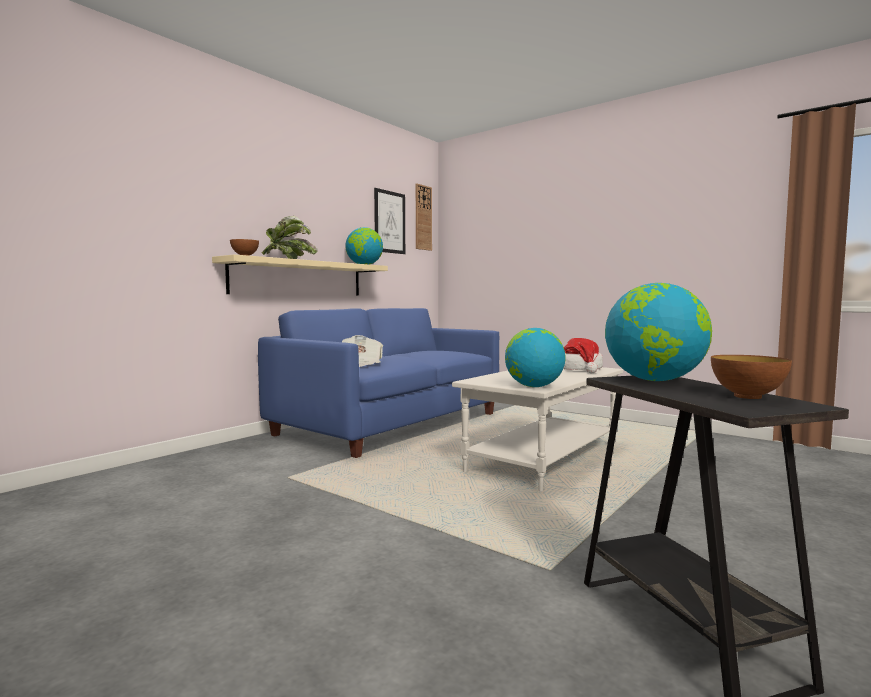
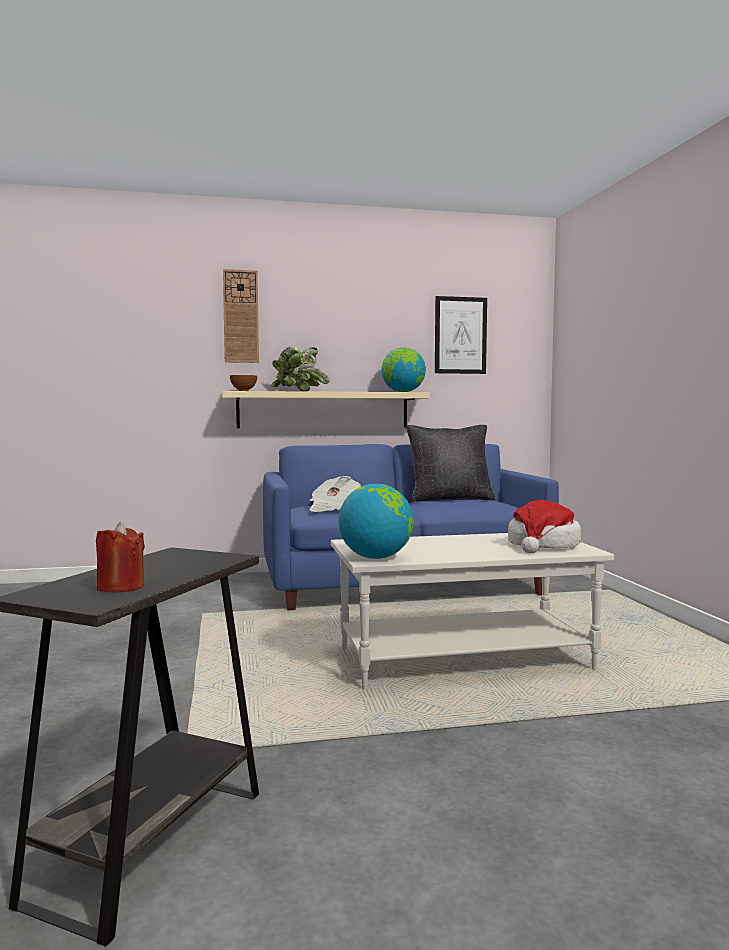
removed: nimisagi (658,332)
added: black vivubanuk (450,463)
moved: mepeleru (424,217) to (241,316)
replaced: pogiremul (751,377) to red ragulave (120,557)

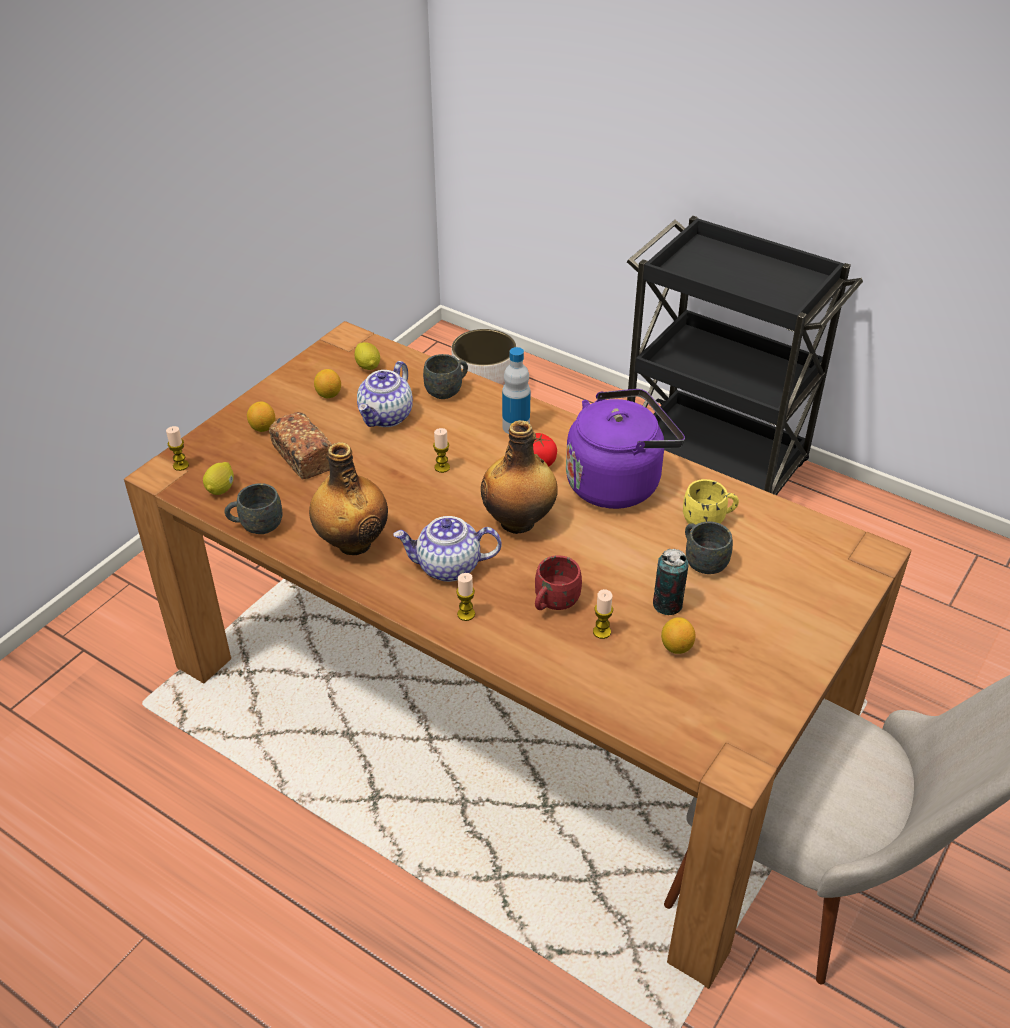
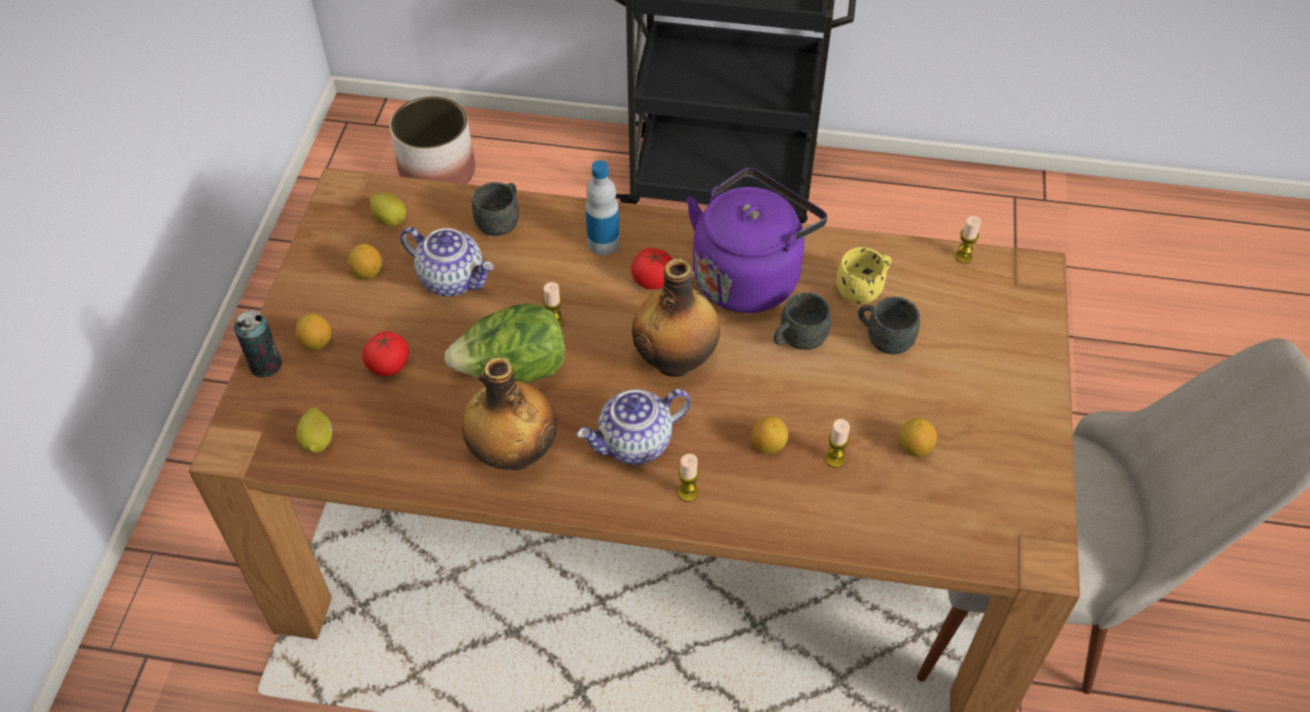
added: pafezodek (504,343)
moved: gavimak (671,582) to (258,344); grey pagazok (254,508) to (802,321); ragulave (177,448) to (968,240)
replaced: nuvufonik (300,445) to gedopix (385,353); red pagazok (558,582) to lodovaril (769,435)
turned: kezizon (385,394) = (447,261) 60 degrees counterclockwise

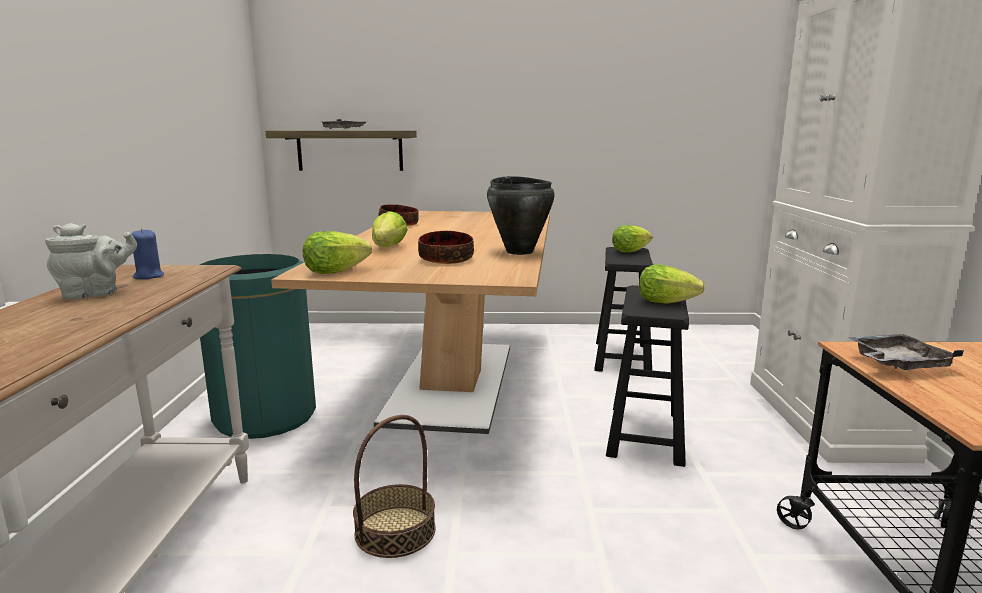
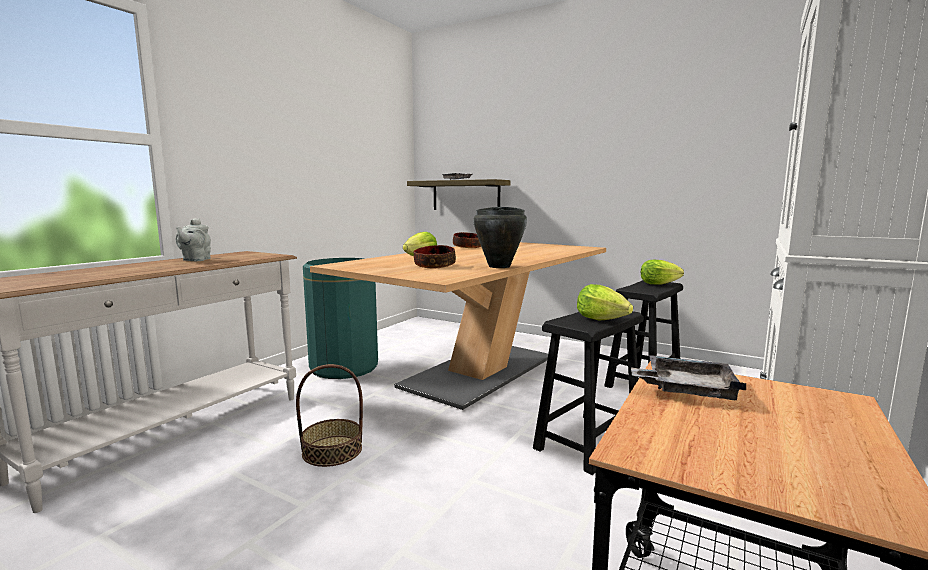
removed: blue ragulave (147,253); pafezodek (337,252)
turned: grey kezizon (91,261) = (193,239) 90 degrees clockwise

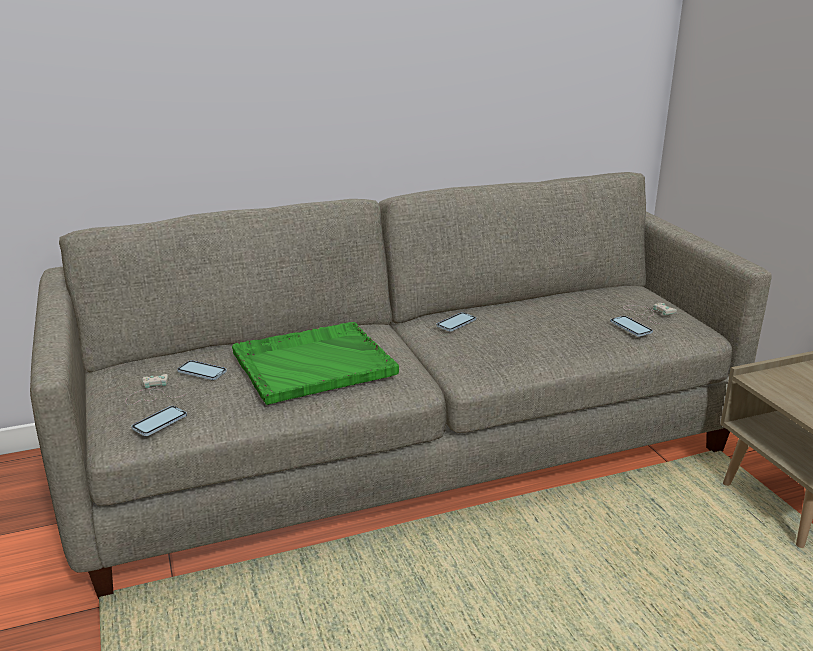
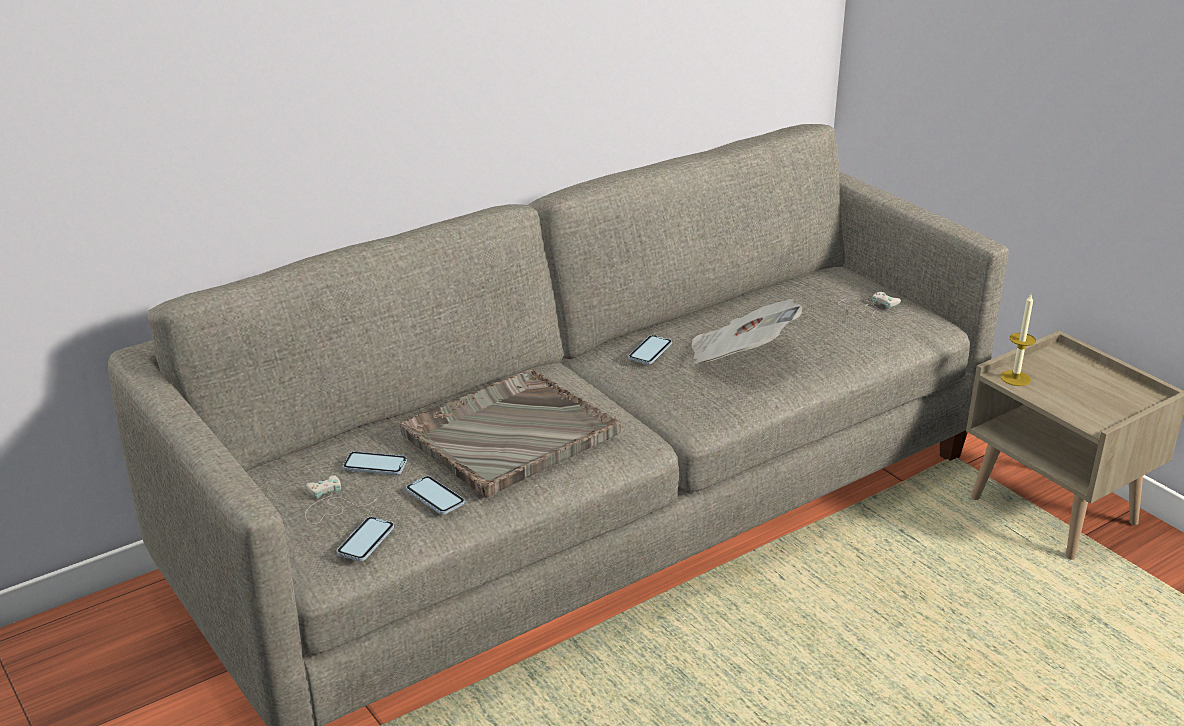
added: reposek (747,332); ragulave (1018,340)
moved: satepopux (631,326) to (435,495)
recoloured: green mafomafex (315,363) to grey mafomafex (510,433)

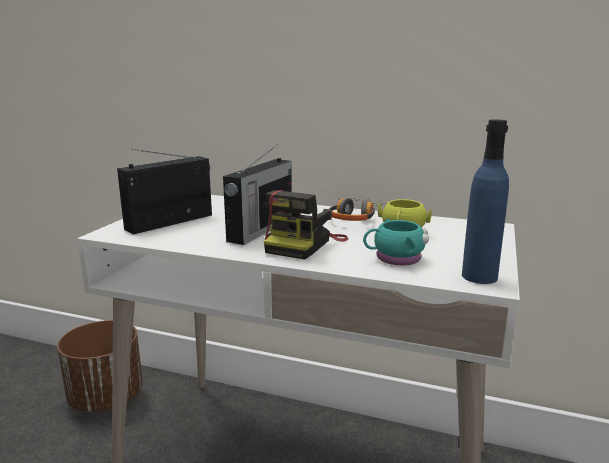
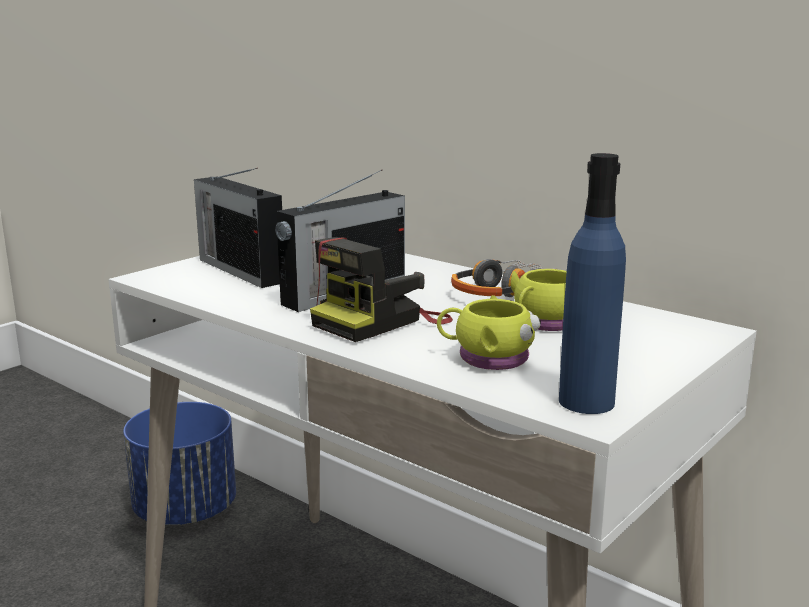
recoloured: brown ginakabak (100,366) to blue ginakabak (179,463); turquoise pagazok (396,242) to yellow pagazok (489,332)
turned: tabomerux (164,191) = (238,228) 105 degrees counterclockwise

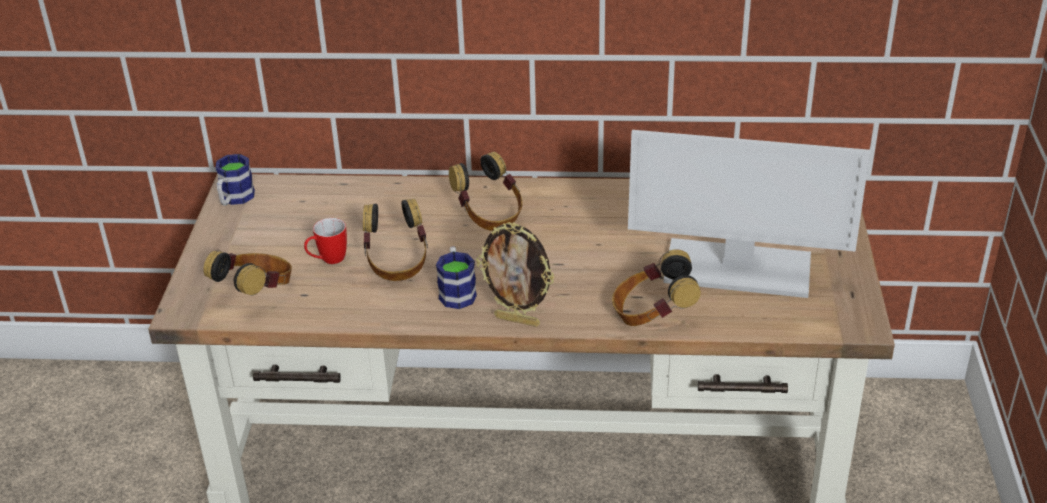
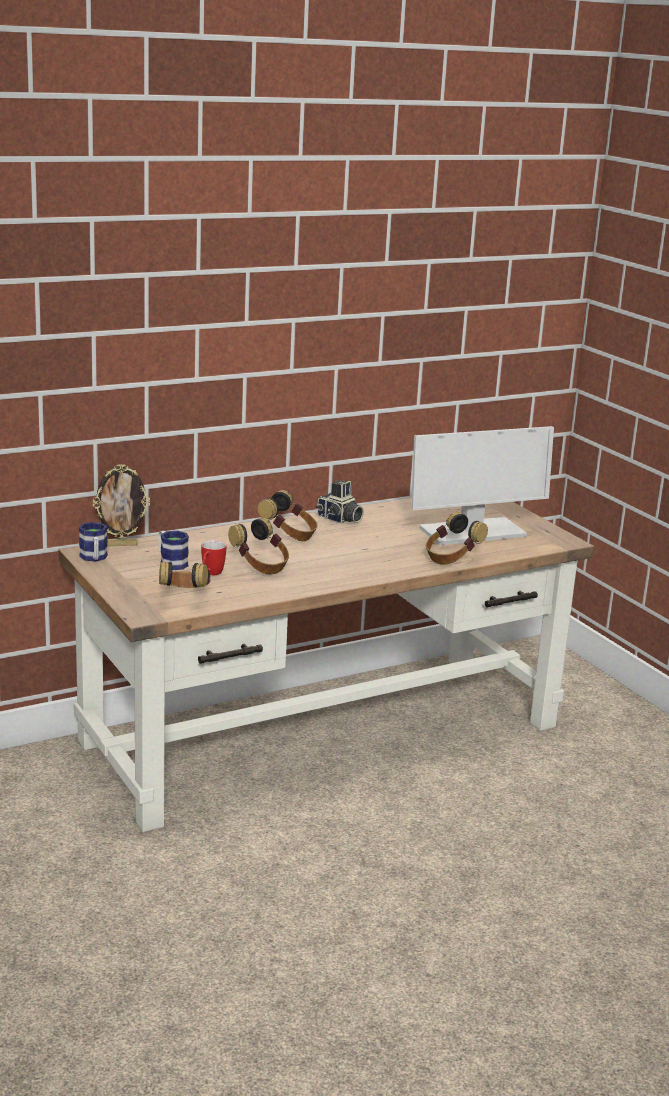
added: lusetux (340,502)
moved: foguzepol (515,274) to (121,505); pagazok (456,277) to (173,550)

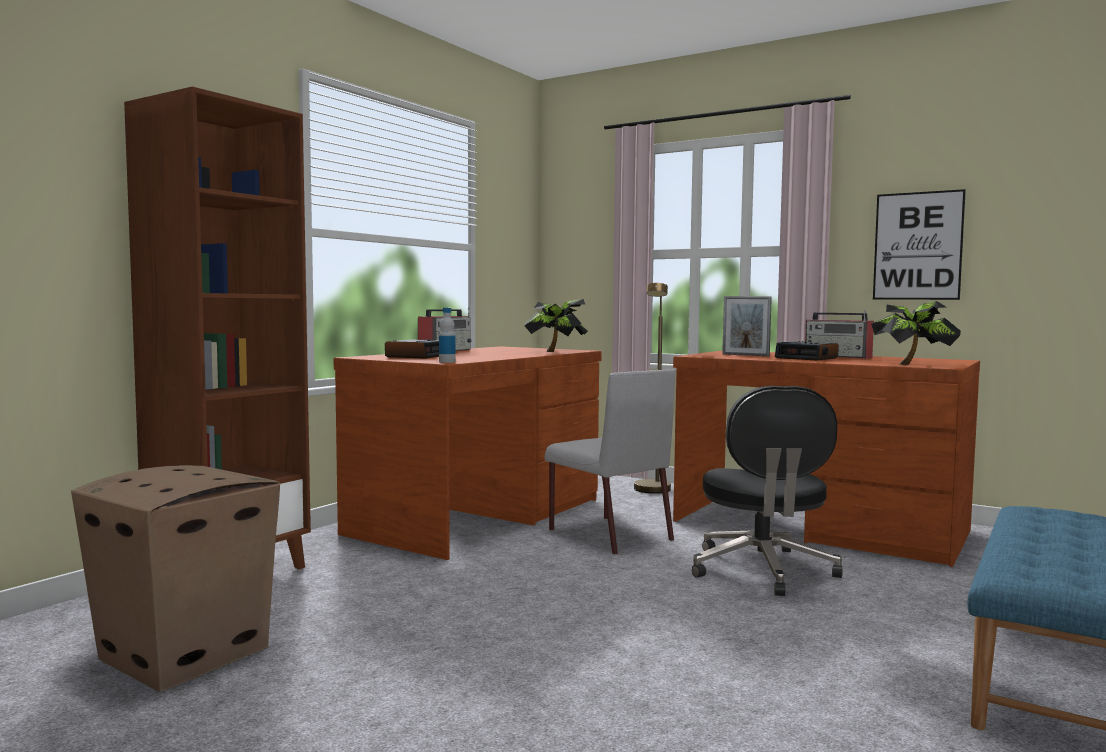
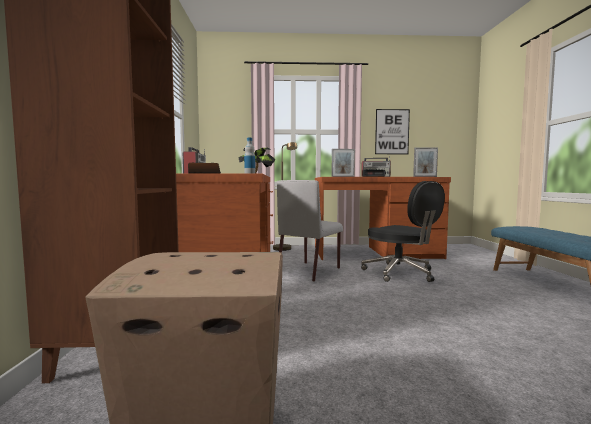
replaced: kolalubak (916,333) to foguzepol (425,162)
turned: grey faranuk (610,462) = (310,231) 105 degrees clockwise

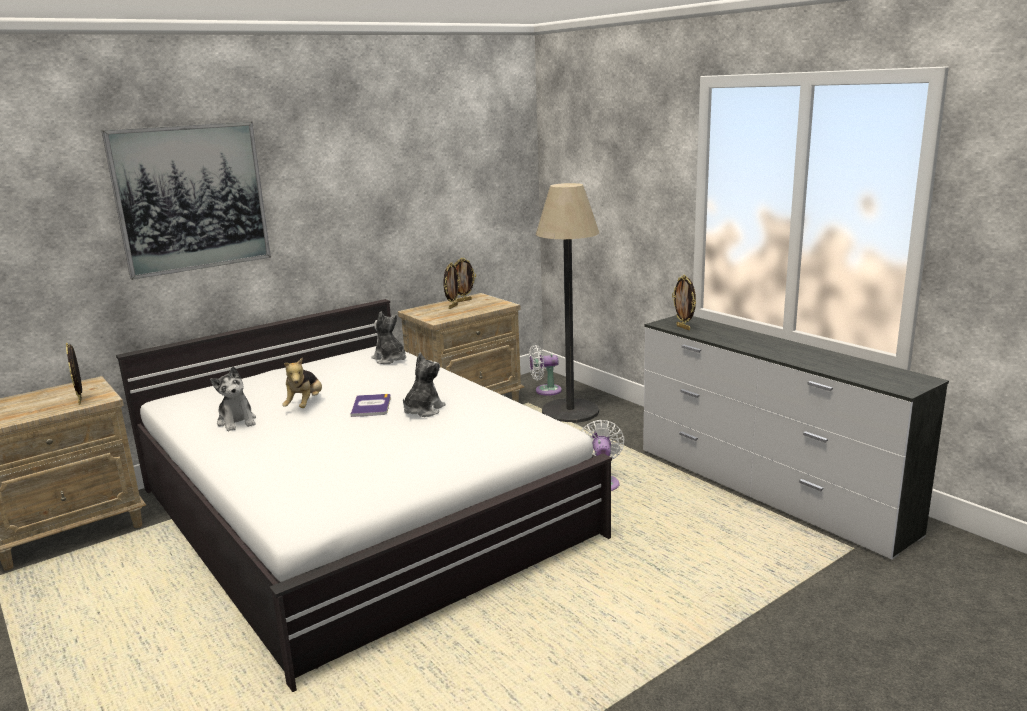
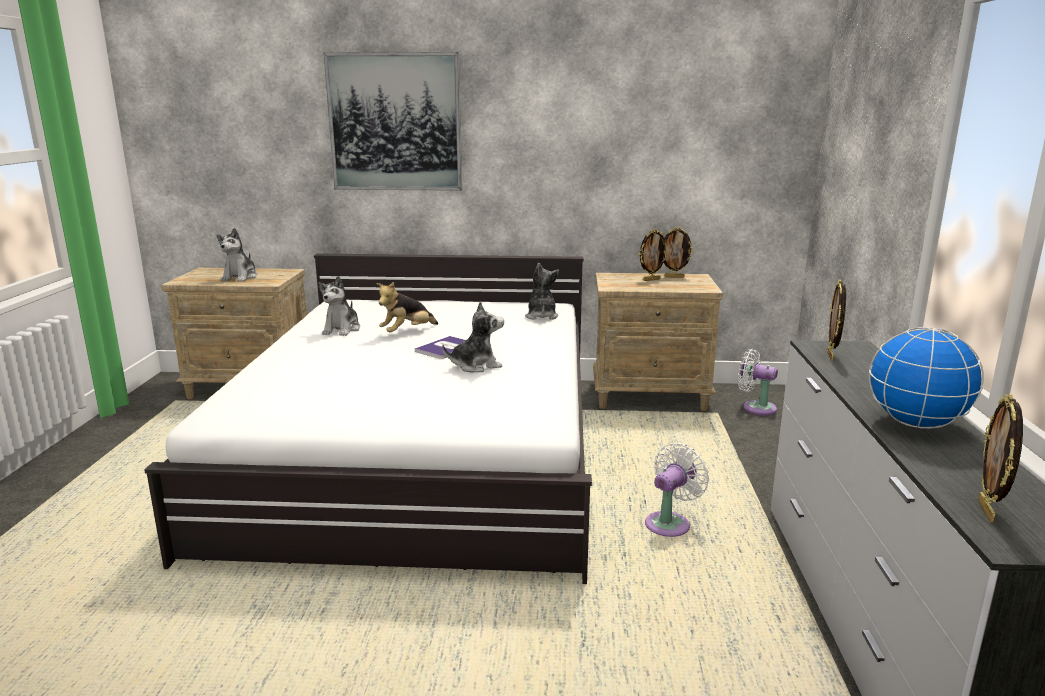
removed: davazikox (567,303)
added: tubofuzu (237,255); nimisagi (926,378)
moved: foguzepol (74,374) to (1000,457)

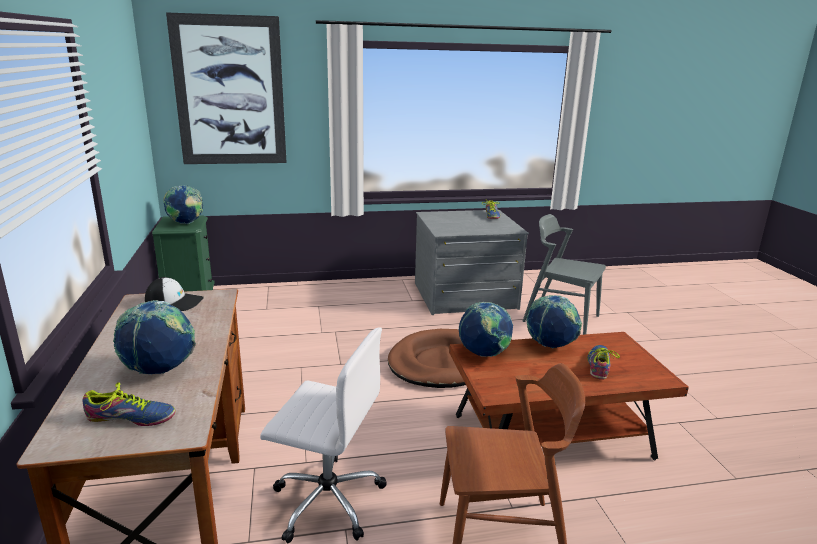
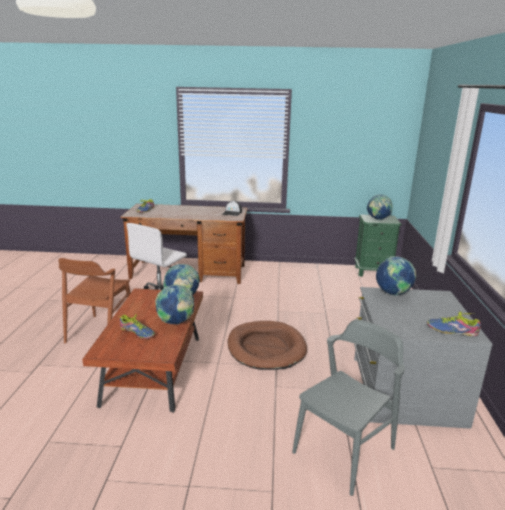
removed: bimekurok (226,88)
moved: nimisagi (154,337) to (396,276)

